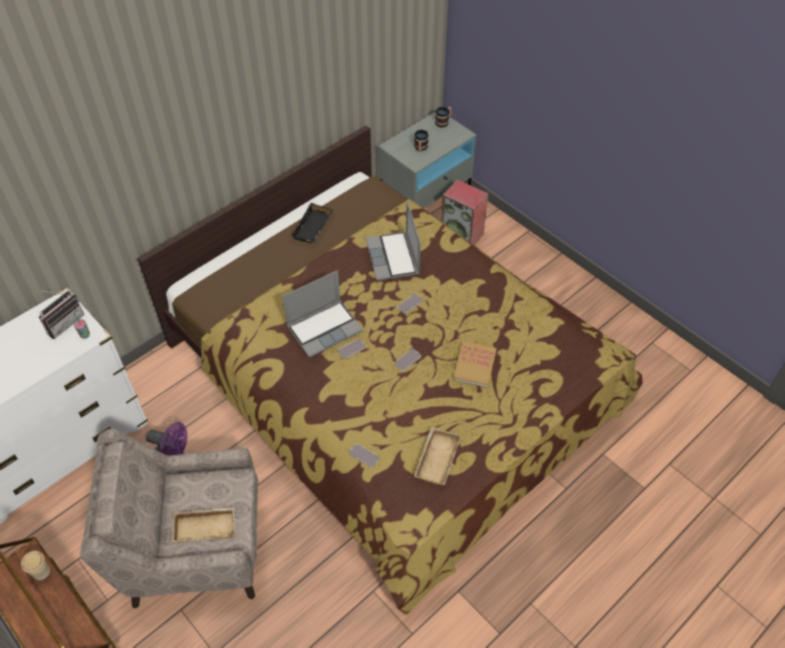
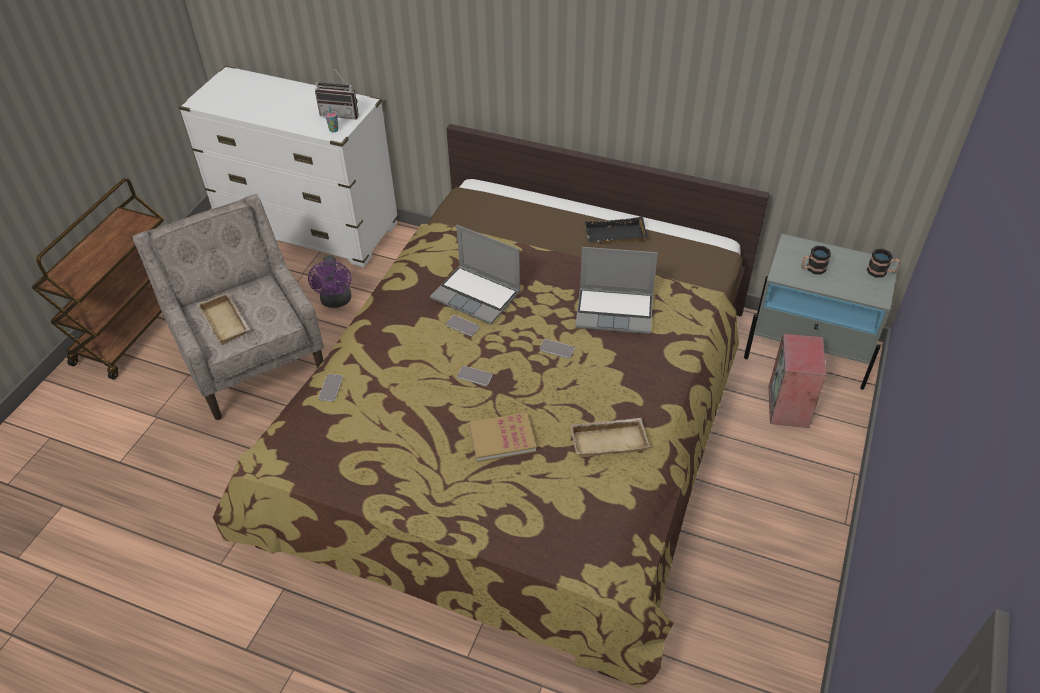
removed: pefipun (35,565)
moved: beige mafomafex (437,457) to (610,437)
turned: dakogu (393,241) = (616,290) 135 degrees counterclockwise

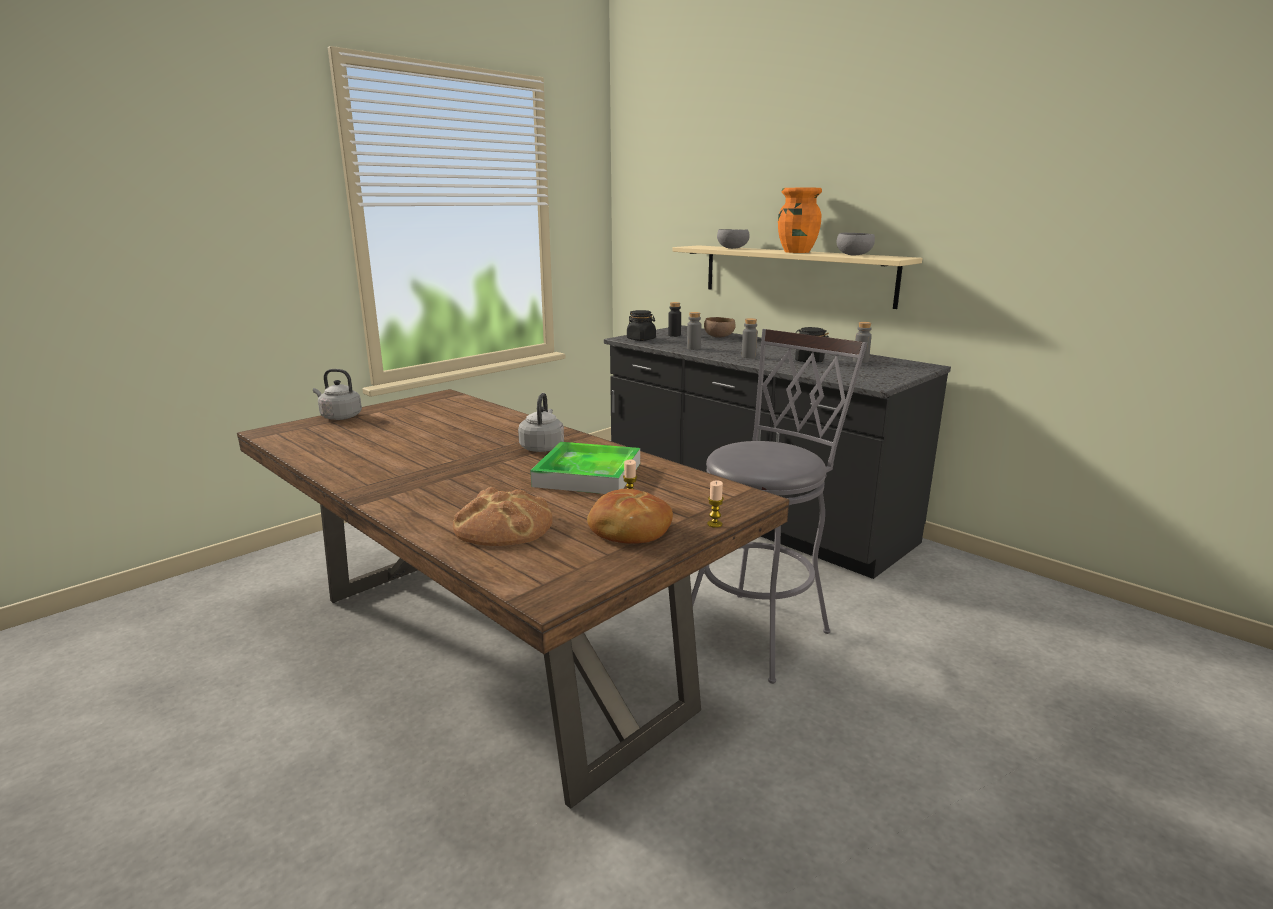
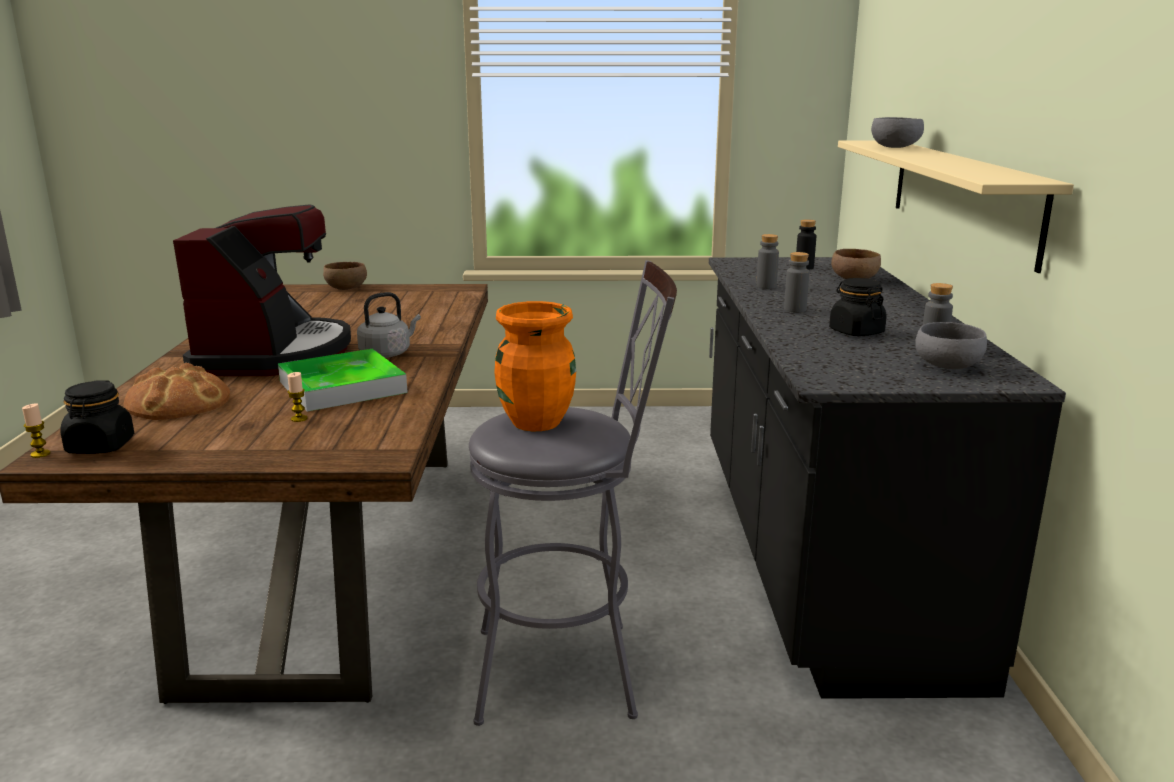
removed: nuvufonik (630,516)
added: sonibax (262,290)
moved: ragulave (715,504) to (36,430); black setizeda (641,325) to (97,417); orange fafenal (800,220) to (535,366); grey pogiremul (855,244) to (951,345)
replaced: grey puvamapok (337,394) to brown pogiremul (345,276)

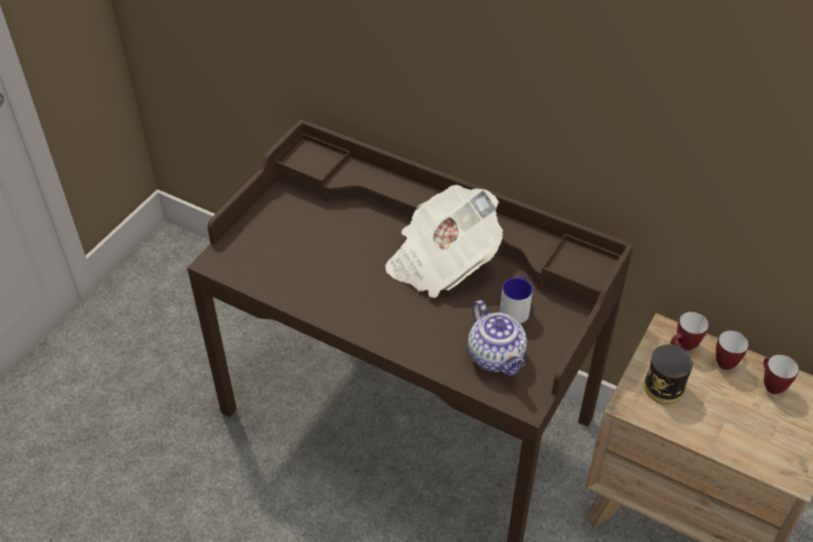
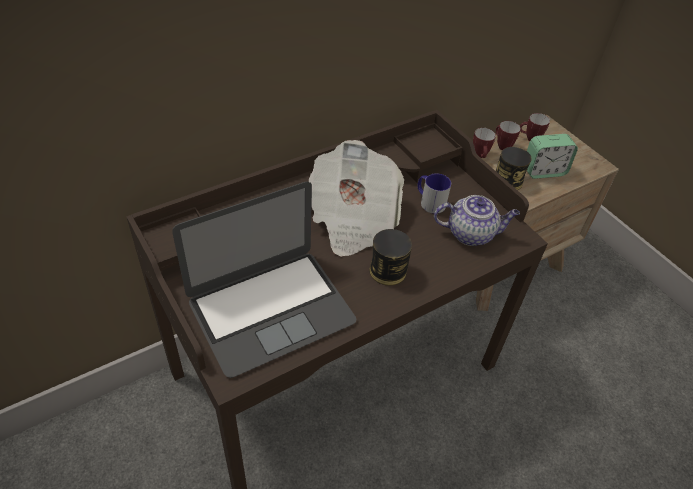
added: dakogu (264,279); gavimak (390,257); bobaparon (552,156)

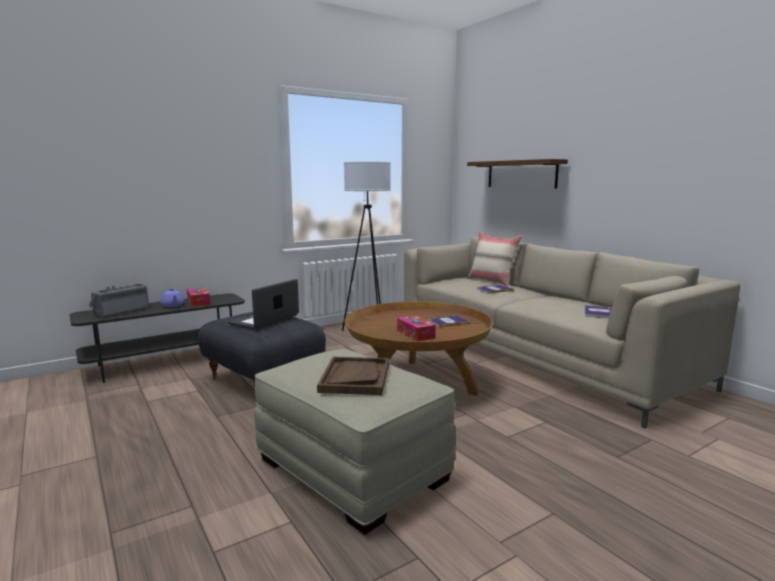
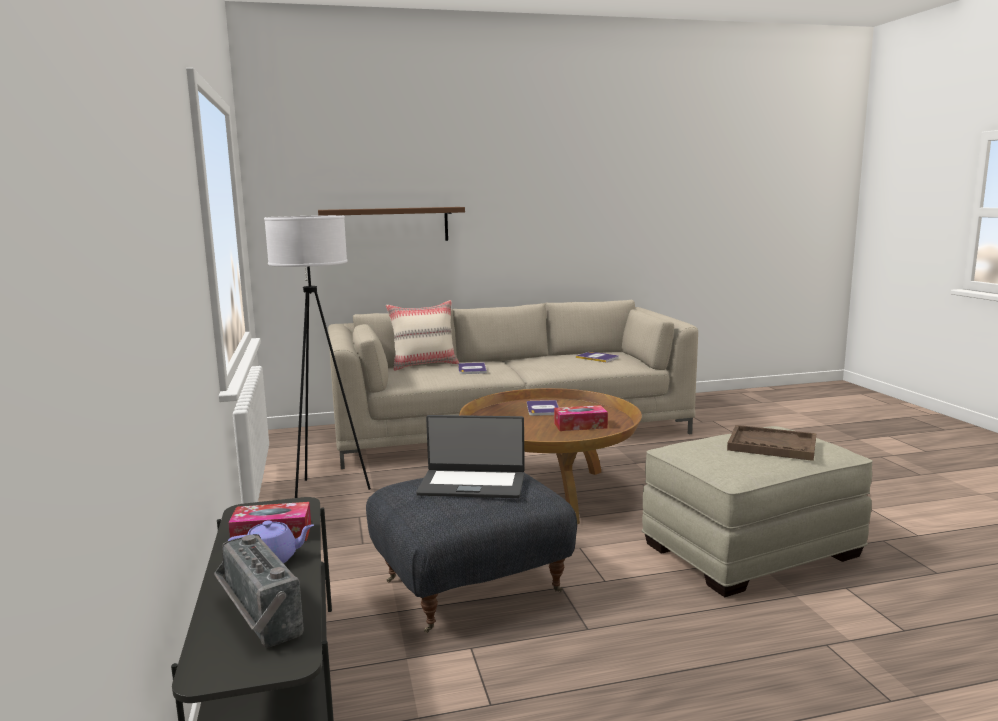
turned: dakogu (263,304) = (470,456) 45 degrees counterclockwise

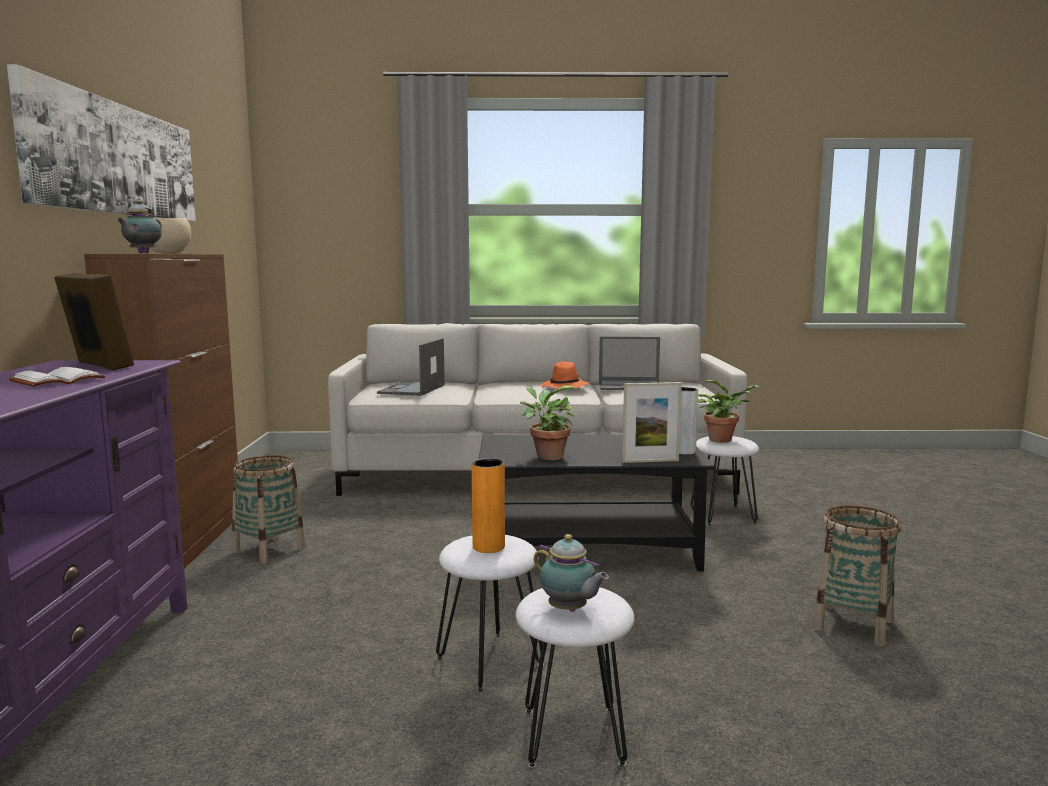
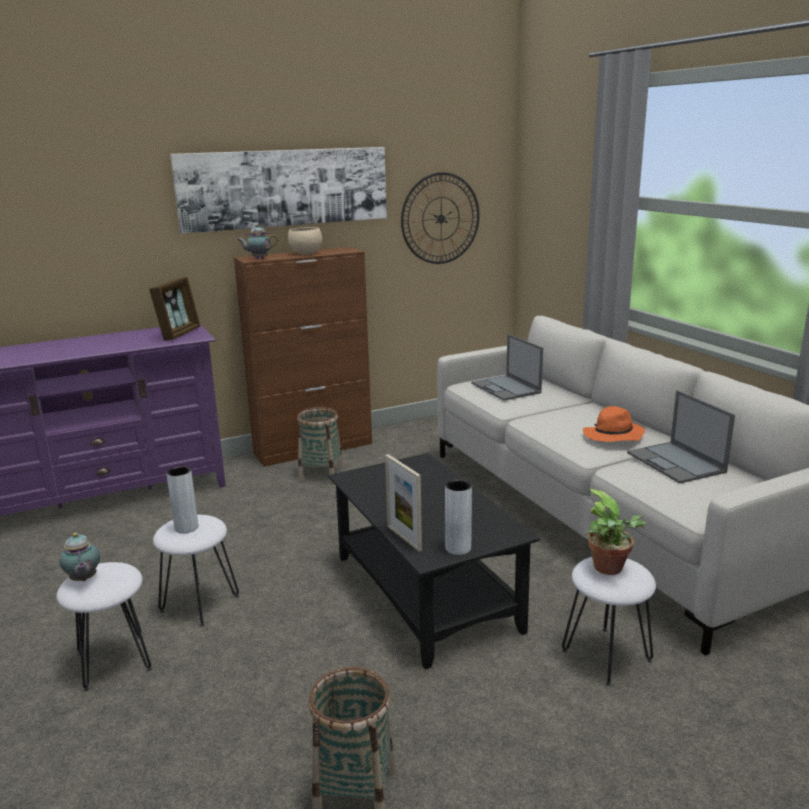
removed: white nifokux (57,377); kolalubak (548,422)
added: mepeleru (440,218)
recoloured: orange fafenal (488,505) to grey fafenal (182,500)
turned: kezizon (571,573) = (80,556) 45 degrees counterclockwise; dakogu (411,367) = (507,367) 105 degrees counterclockwise

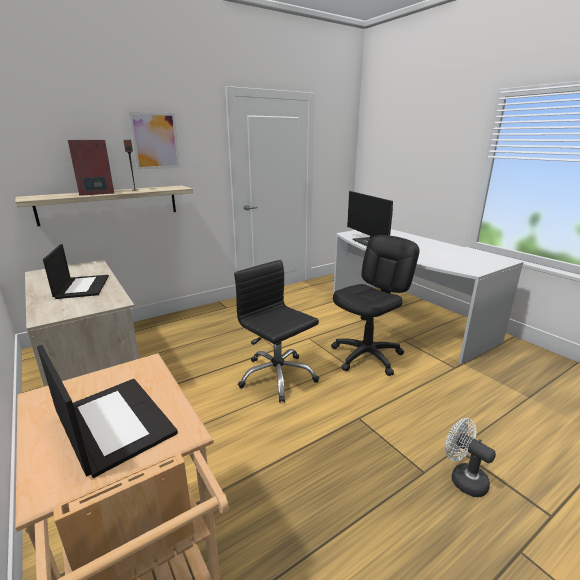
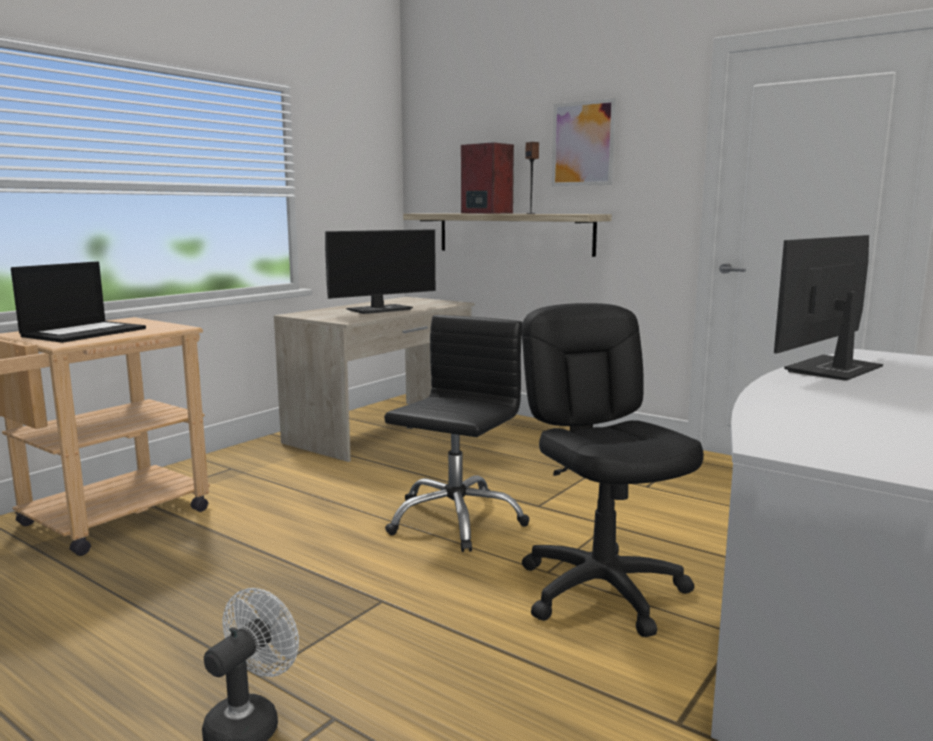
replaced: dakogu (76,271) to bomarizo (380,271)
turned: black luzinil (375,305) = (613,470) 135 degrees counterclockwise

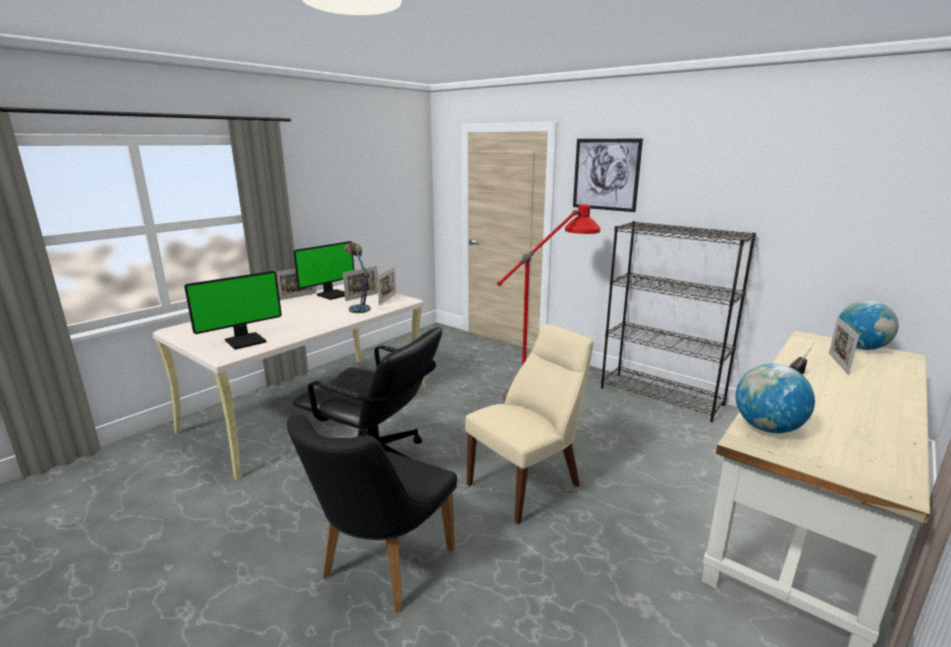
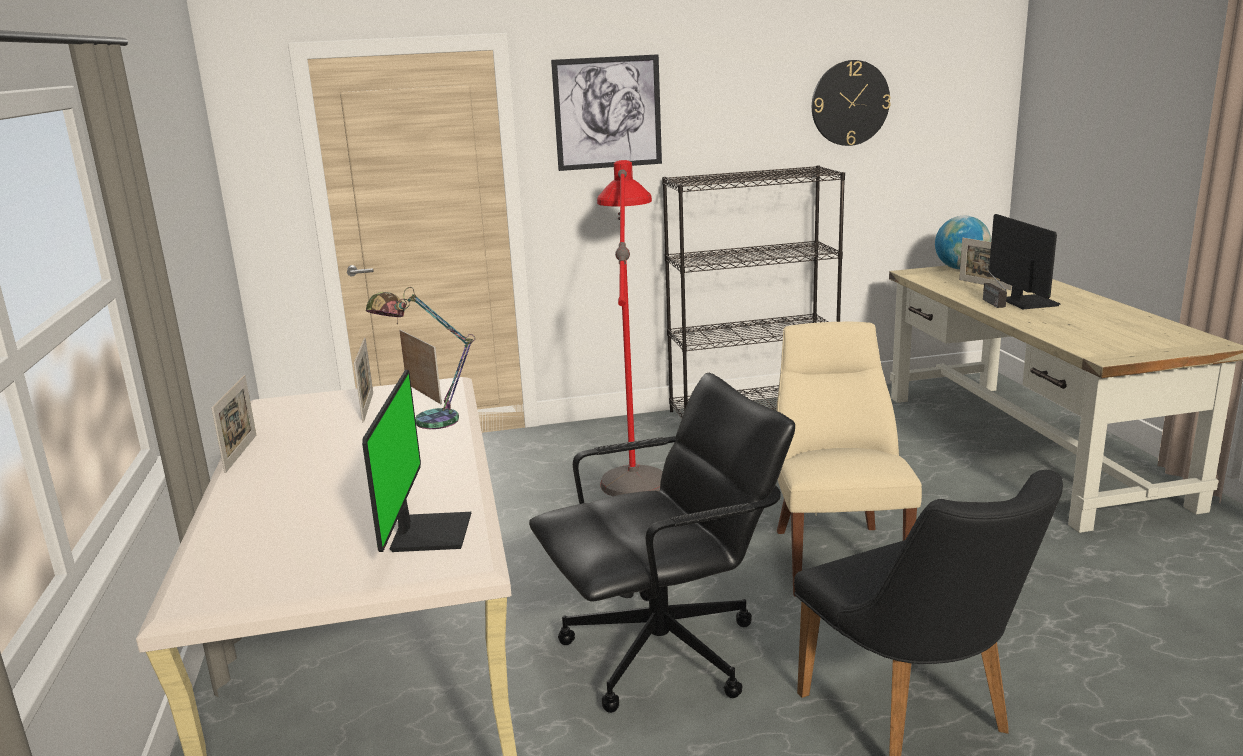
removed: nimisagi (775,398)
added: mepeleru (851,103)
moved: bomarizo (323,270) to (1024,261)

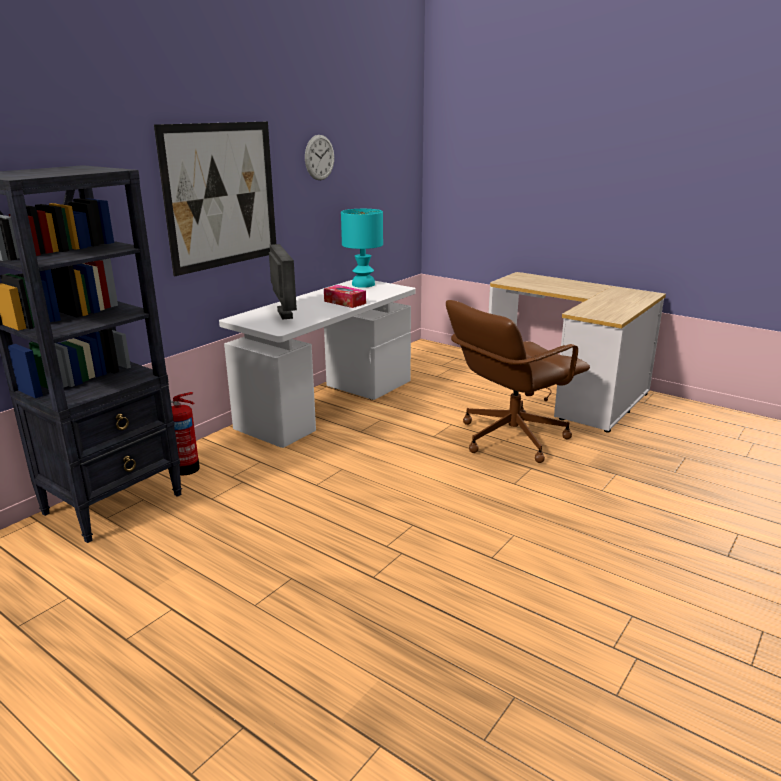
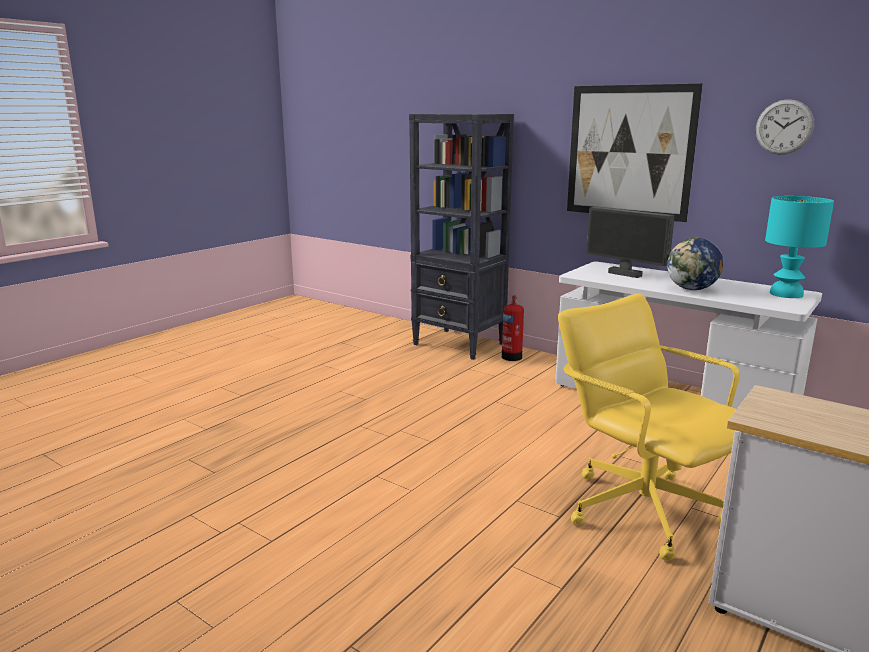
replaced: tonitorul (345,296) to nimisagi (695,264)
recoloured: brown luzinil (518,381) to yellow luzinil (649,426)
turned: bomarizo (283,282) = (630,242) 60 degrees clockwise

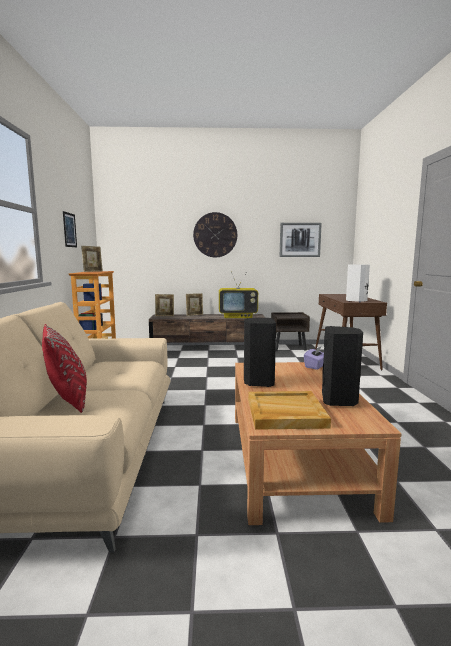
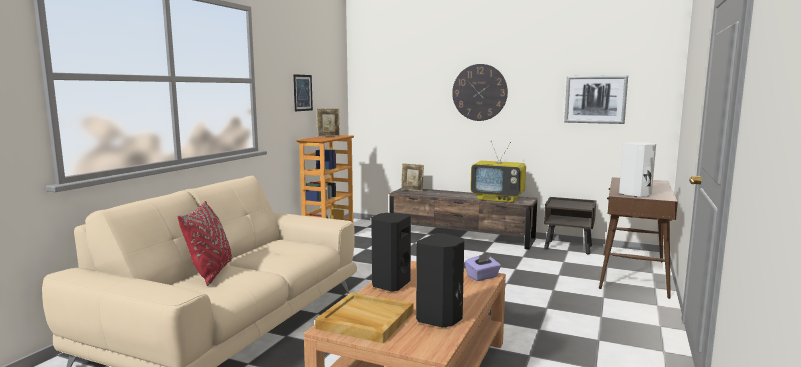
removed: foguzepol (194,304)

